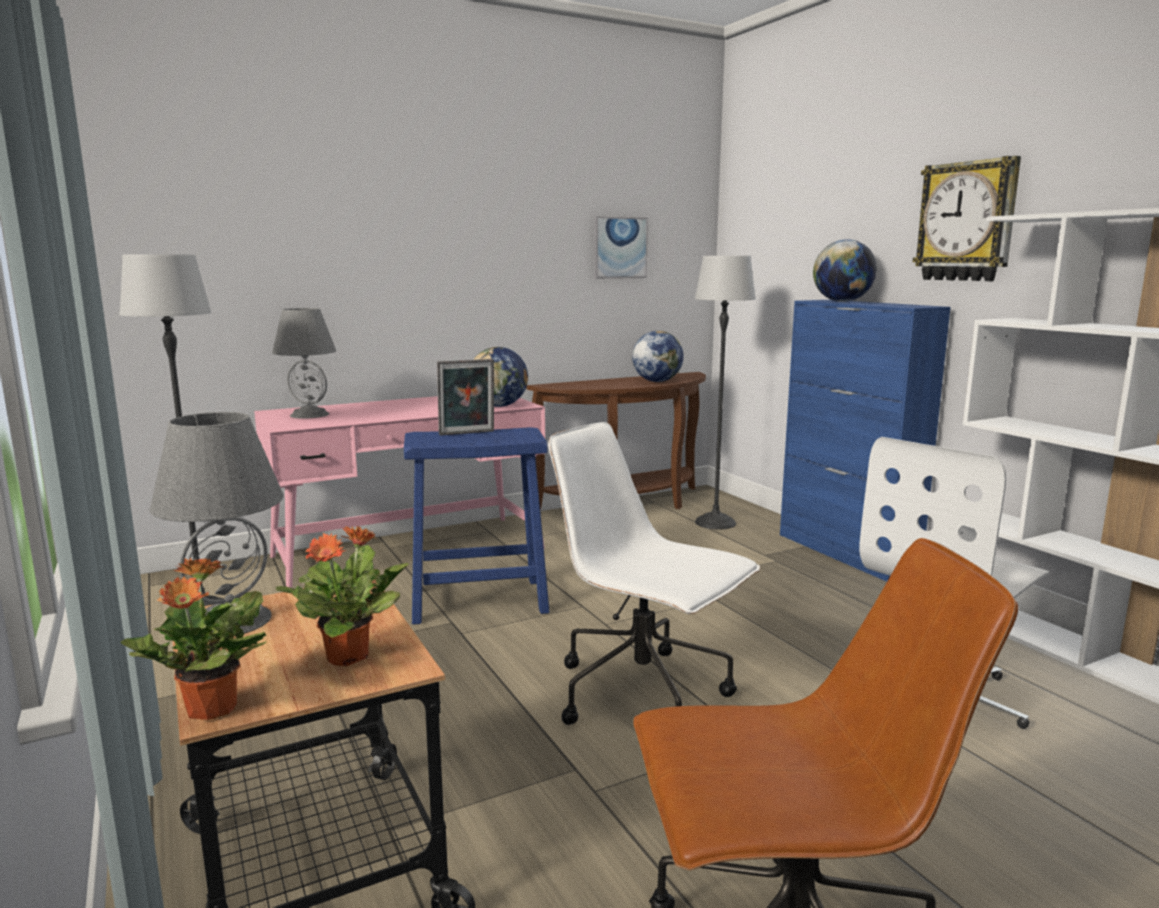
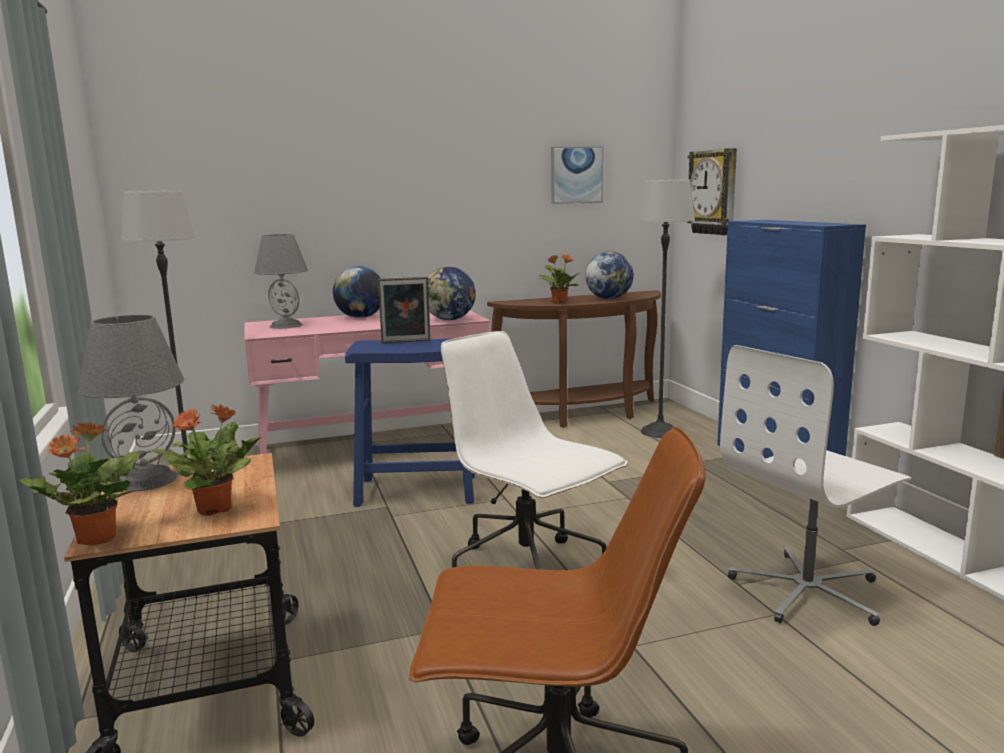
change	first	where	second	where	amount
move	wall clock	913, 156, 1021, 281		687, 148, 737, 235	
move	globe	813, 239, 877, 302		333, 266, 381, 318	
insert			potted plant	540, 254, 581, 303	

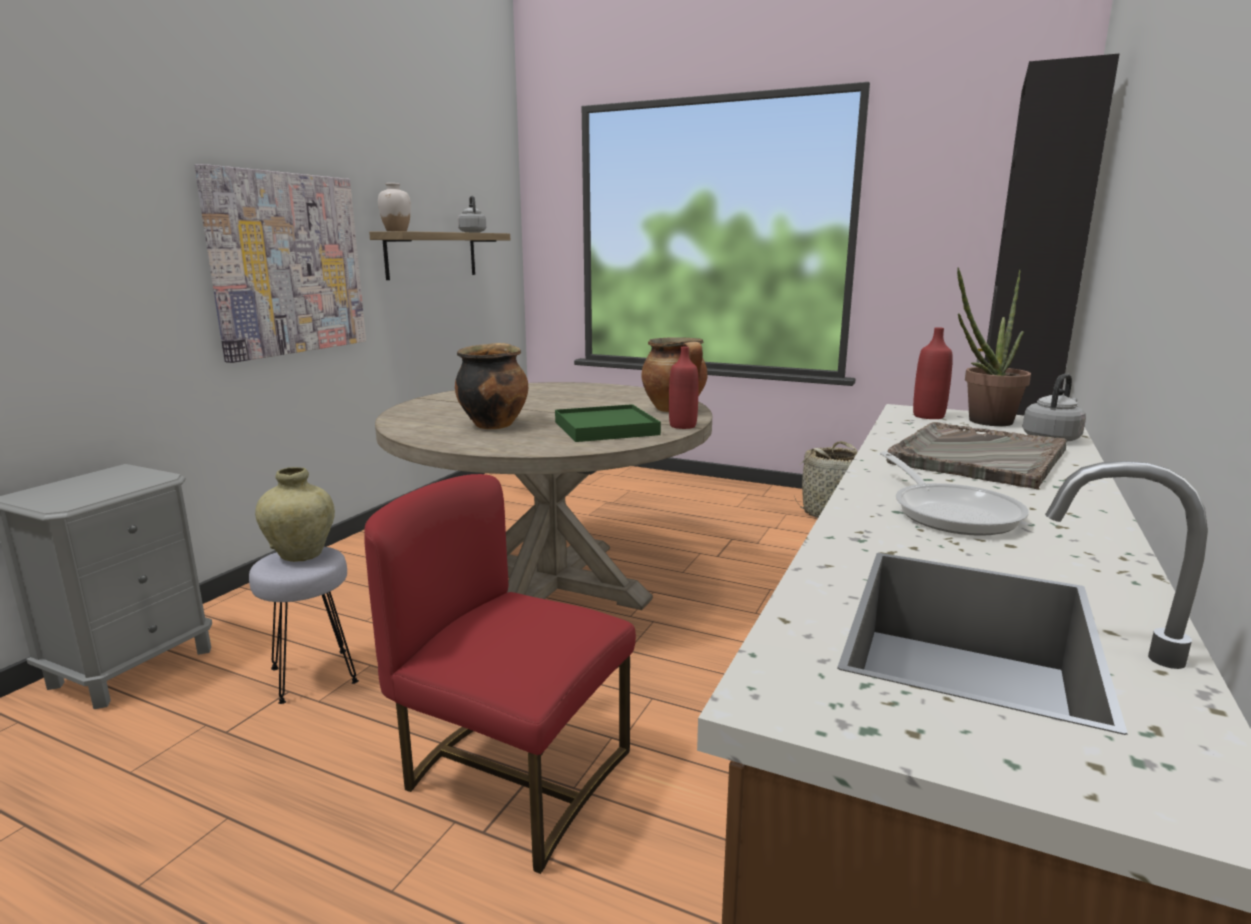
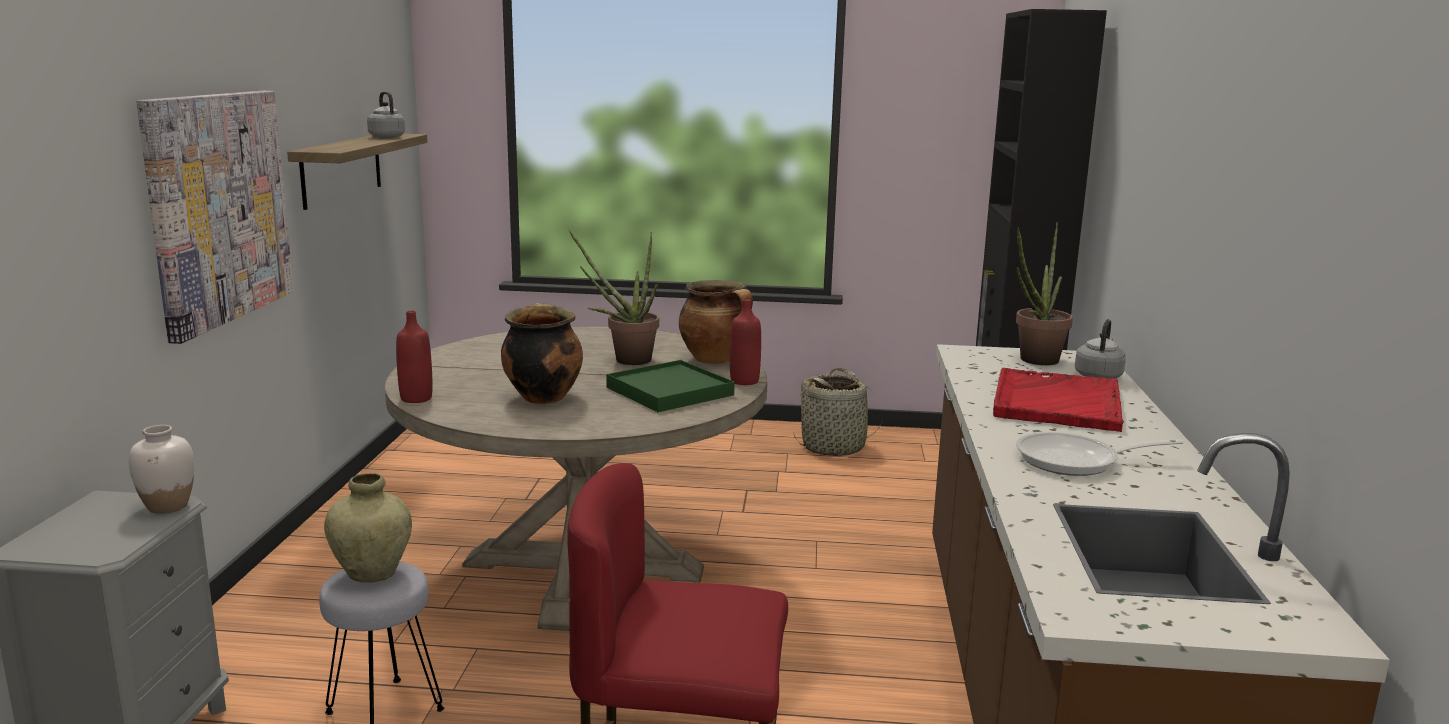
change	first	where	second	where	amount
move	white vase	378, 183, 411, 231		128, 425, 194, 514	
move	red bottle	913, 327, 953, 419		396, 311, 433, 403	
recolor	grey tray	887, 422, 1067, 490	red tray	993, 368, 1124, 432	
rotate	frying pan	880, 451, 1029, 536		1016, 432, 1183, 476	120 degrees clockwise
insert			potted plant	568, 229, 659, 365	

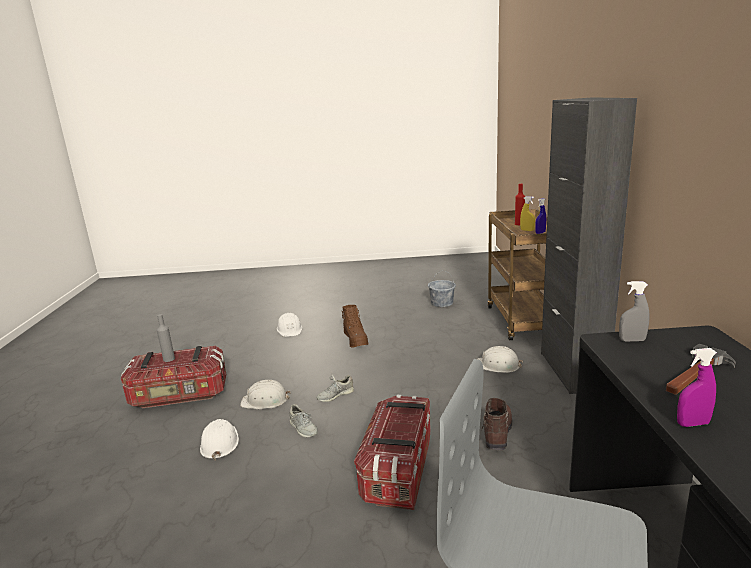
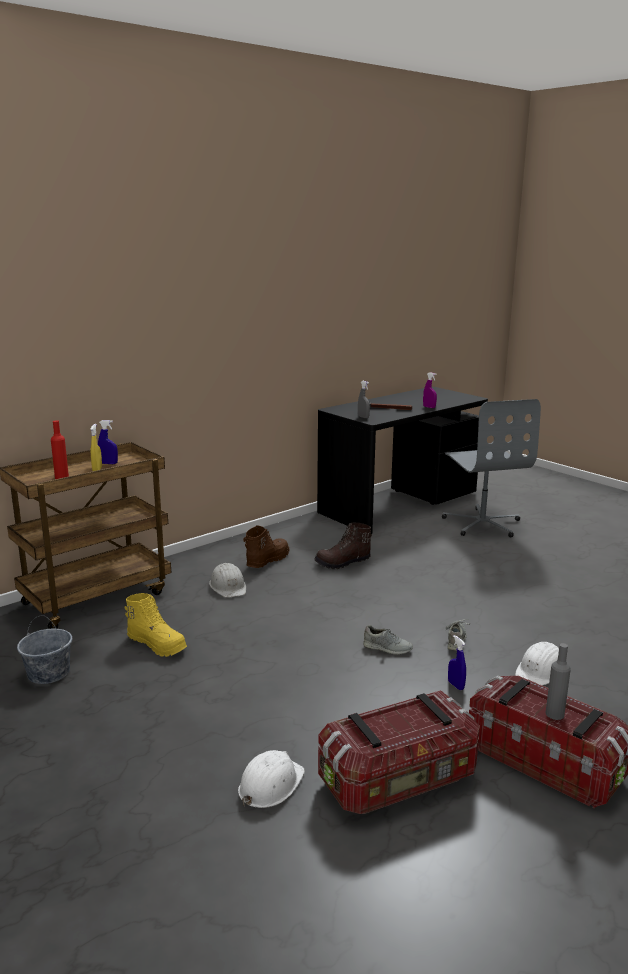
change	first	where	second	where	amount
delete	black cabinet	541, 97, 637, 394			
move	brown boot	342, 305, 369, 348		243, 525, 290, 568	
replace	white hard hat	240, 380, 290, 409	blue spray bottle	448, 635, 466, 690	
move	storage box	354, 395, 431, 510		318, 690, 480, 814	
insert			yellow boot	125, 593, 187, 657	

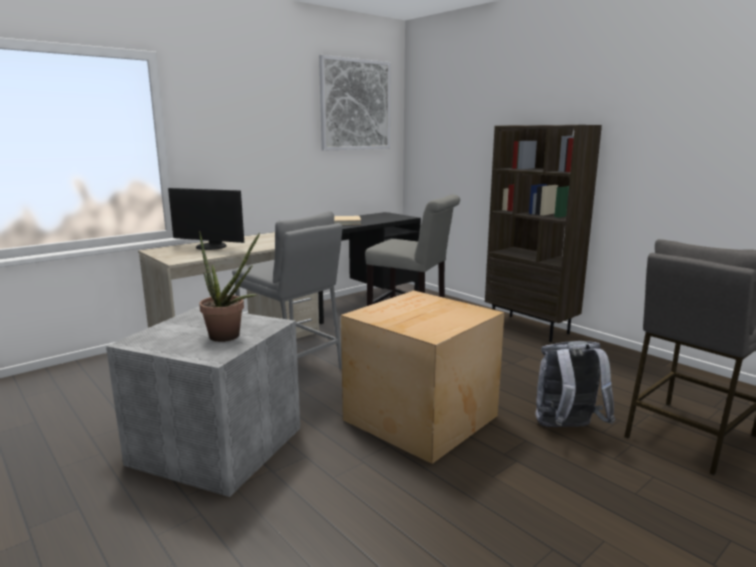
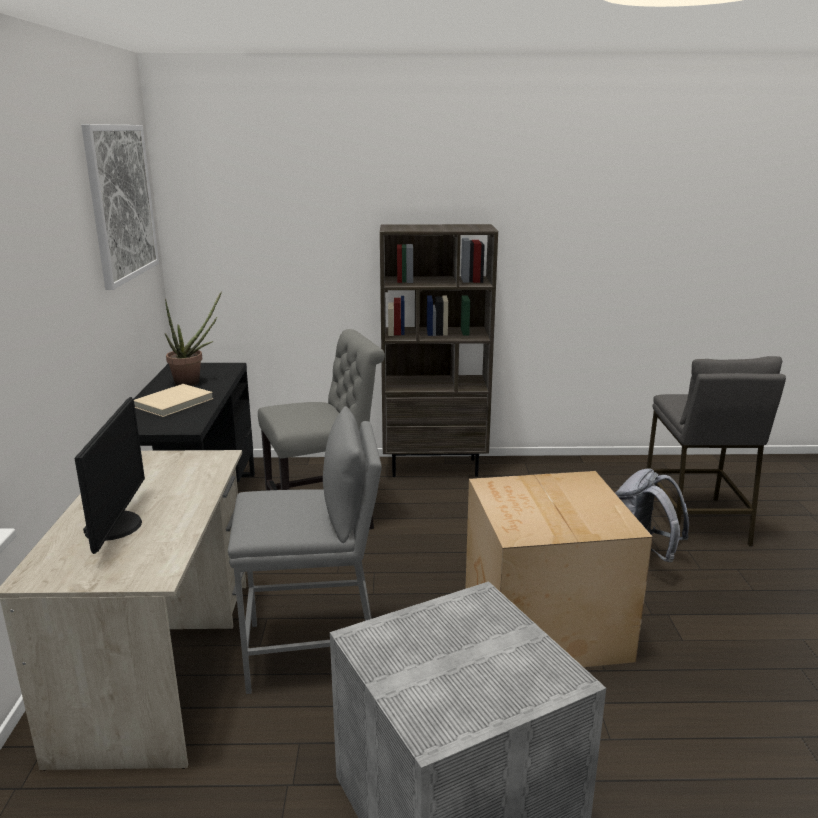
change	first	where	second	where	amount
rotate	monitor	168, 188, 244, 250		75, 397, 145, 554	60 degrees counterclockwise
move	potted plant	199, 231, 260, 342		164, 291, 222, 386	

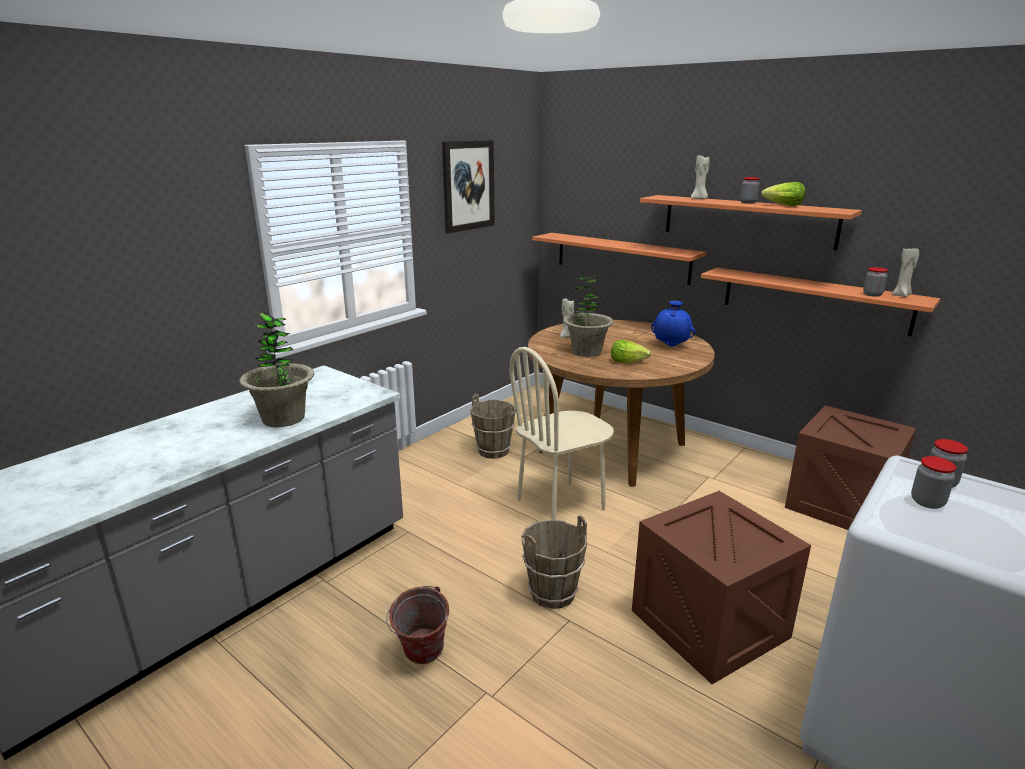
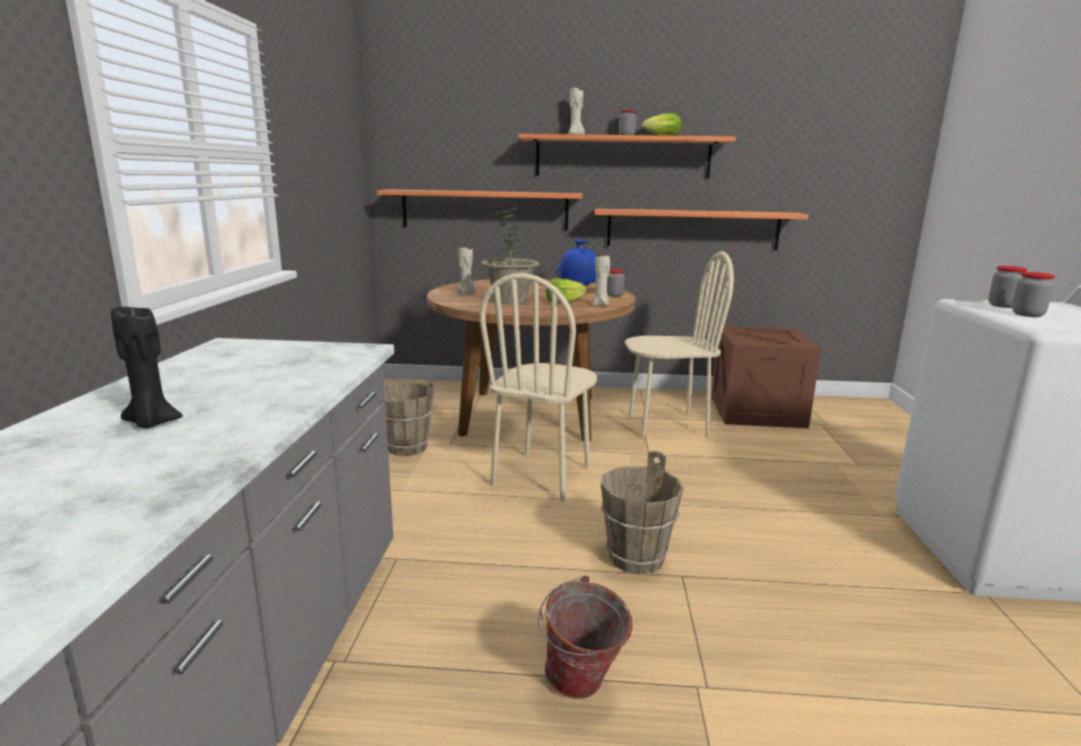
change	first	where	second	where	amount
delete	picture	442, 140, 495, 234			
move	beige candle	892, 248, 919, 297		593, 255, 610, 306	
move	jar	863, 267, 888, 297		607, 269, 624, 297	
delete	potted plant	239, 312, 314, 427			
delete	crate	632, 491, 811, 684			
insert			beige chair	625, 252, 734, 438	
insert			black candle	111, 303, 183, 428	

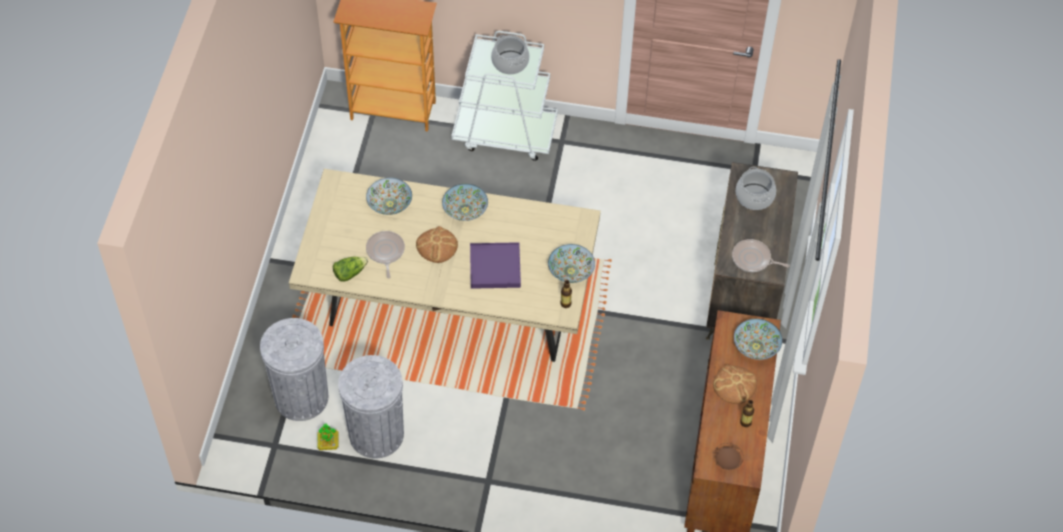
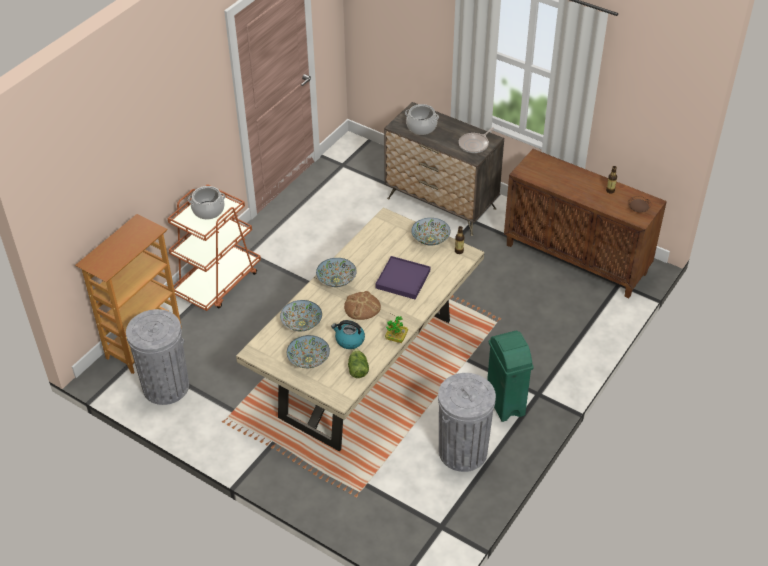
change	first	where	second	where	amount
recolor	white cart	451, 31, 558, 161	orange cart	167, 184, 261, 311	
replace	frying pan	366, 231, 405, 278	kettle	331, 320, 365, 349	
move	grey trash can	260, 318, 328, 421		126, 309, 189, 405	
move	bowl	734, 318, 782, 360		287, 335, 330, 368	
delete	bread	713, 365, 757, 404			
move	potted plant	317, 424, 339, 450		385, 316, 408, 343	
insert			green trash can	487, 331, 534, 422	

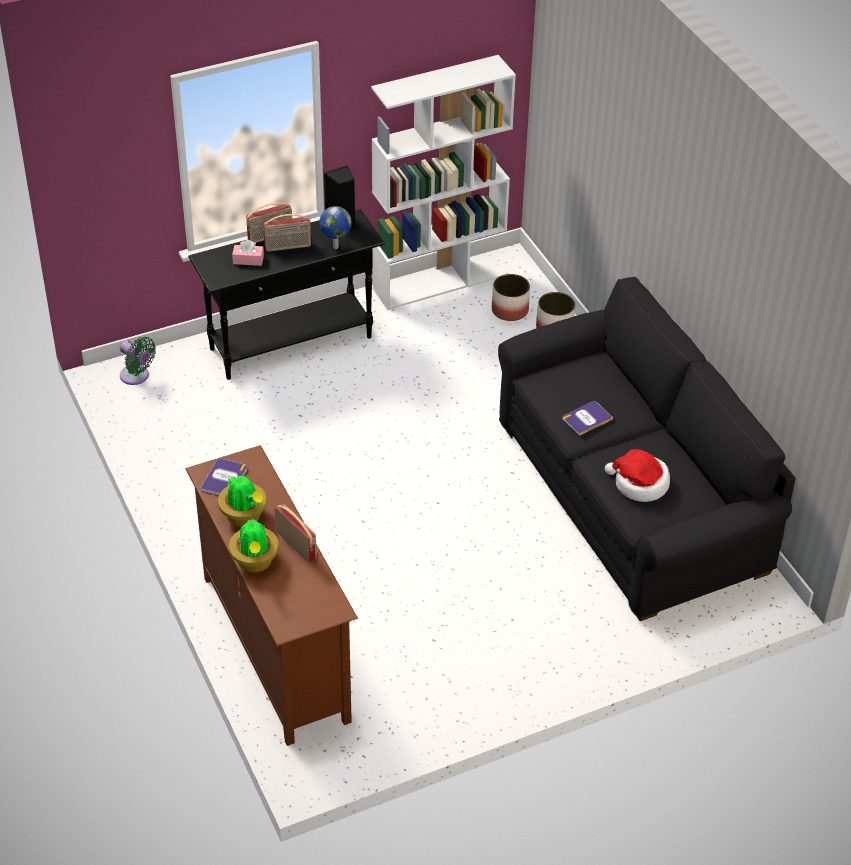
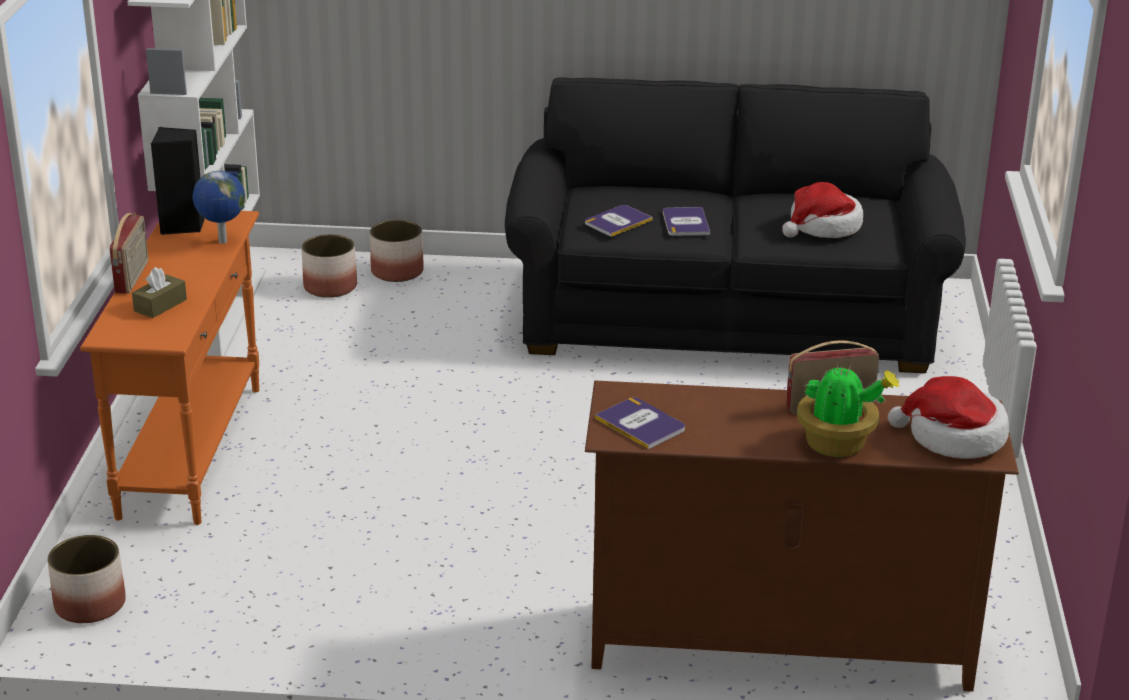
change	first	where	second	where	amount
recolor	black console table	188, 209, 385, 380	orange console table	80, 211, 259, 525	
delete	radio	263, 214, 311, 252			
recolor	pink tissue box	232, 240, 264, 266	brown tissue box	132, 267, 187, 318	
replace	green fan	120, 337, 156, 385	planter	47, 535, 126, 623	
delete	potted plant	218, 475, 267, 527			
insert			book	585, 205, 653, 237	
insert			hat	888, 376, 1009, 459	

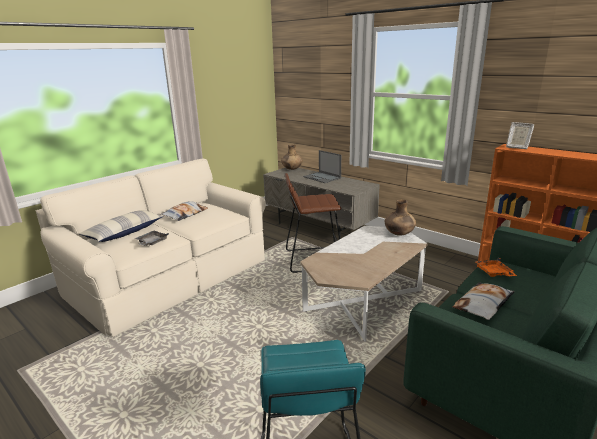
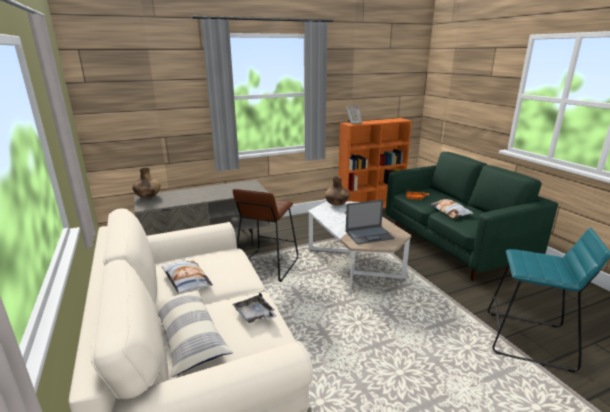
change	first	where	second	where	amount
move	laptop	303, 150, 341, 183		346, 200, 395, 245	

